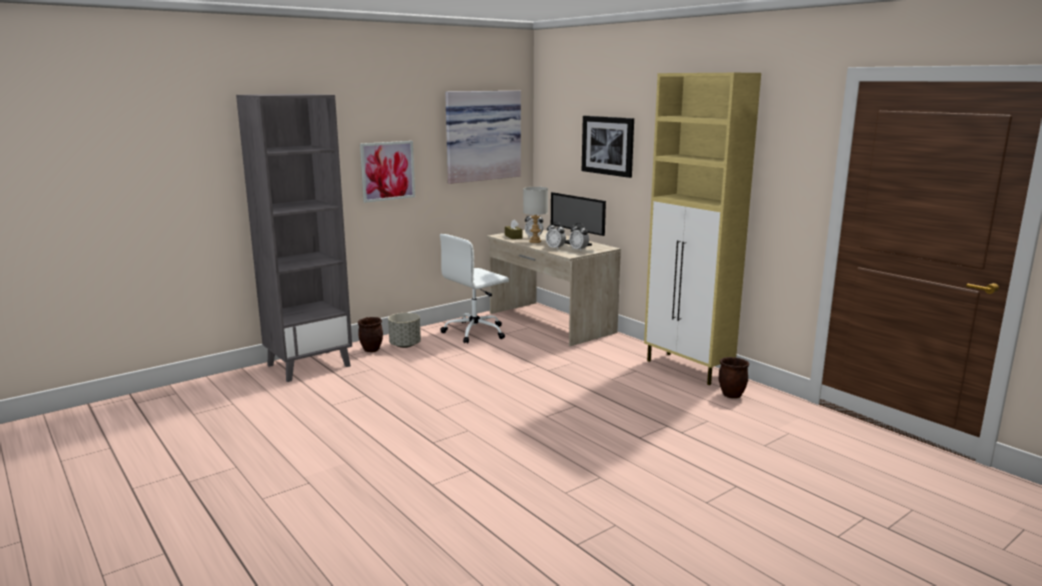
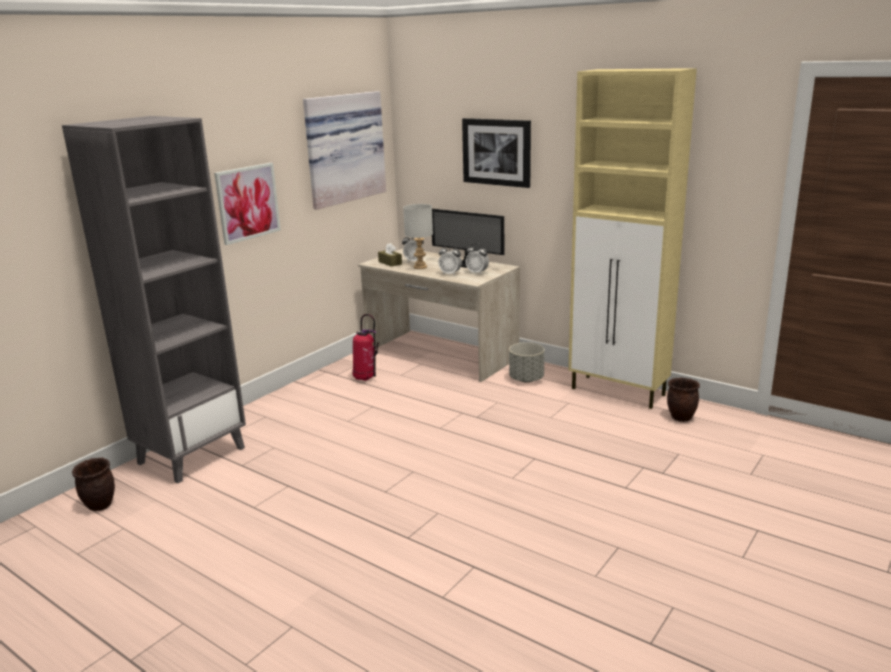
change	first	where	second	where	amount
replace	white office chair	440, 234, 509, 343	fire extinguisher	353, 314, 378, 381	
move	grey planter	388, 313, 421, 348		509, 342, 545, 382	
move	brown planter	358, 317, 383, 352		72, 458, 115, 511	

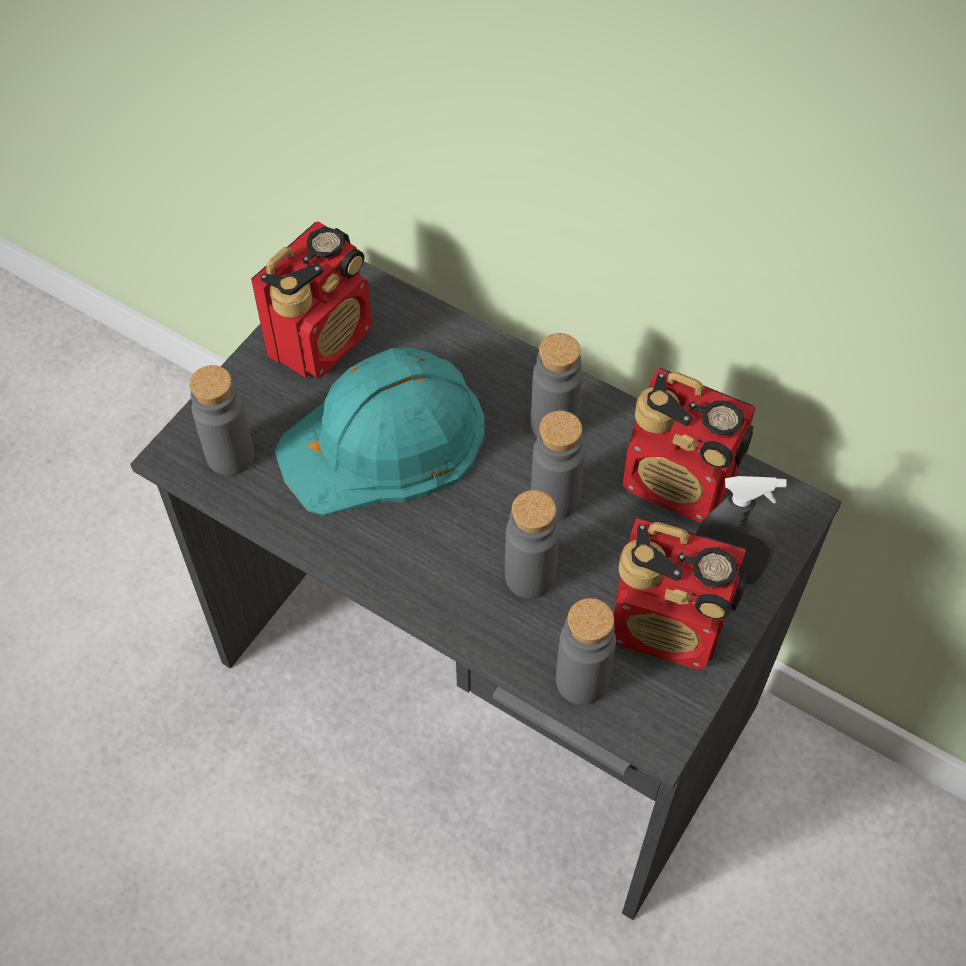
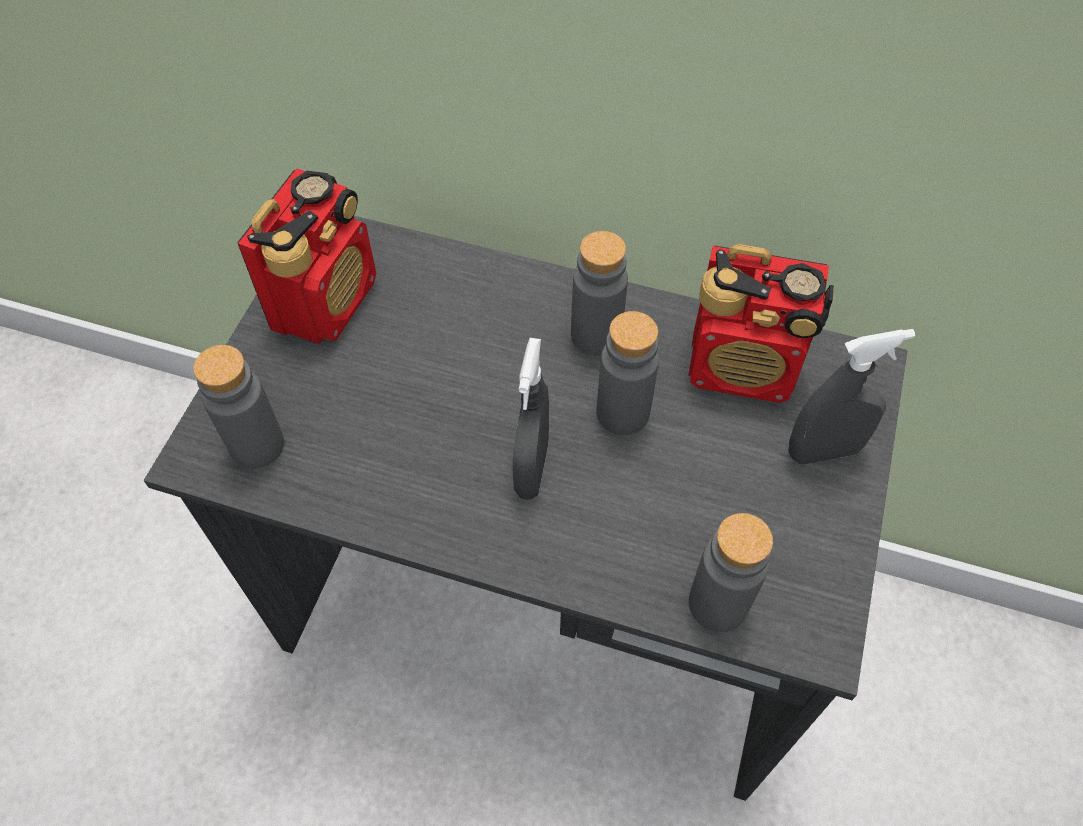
change	first	where	second	where	amount
delete	turquoise hard hat	274, 348, 485, 515			
delete	grey bottle	505, 490, 559, 599			
delete	radio	614, 518, 747, 669			
insert			grey spray bottle	513, 338, 549, 500	

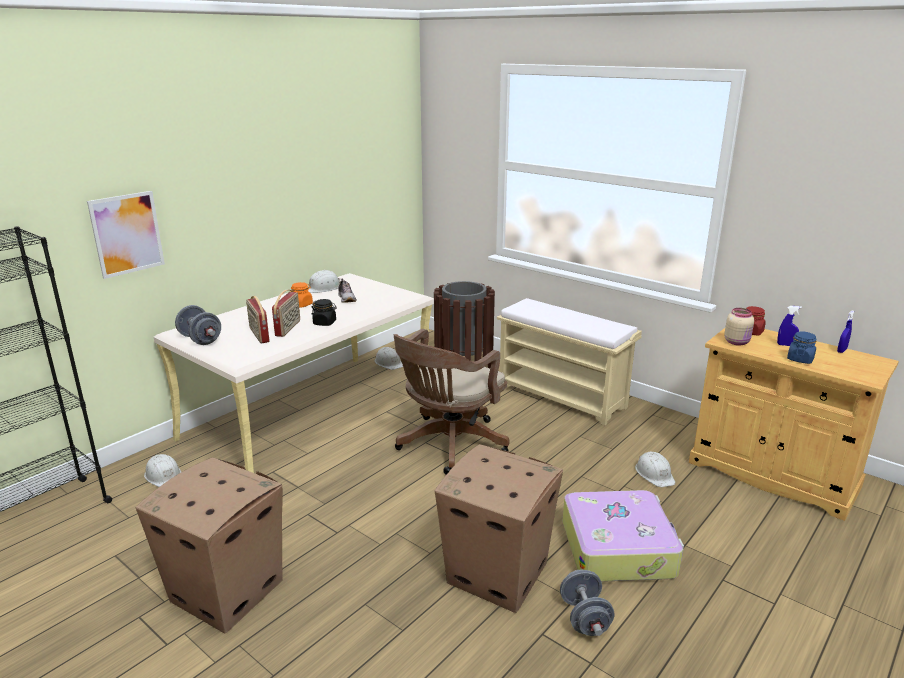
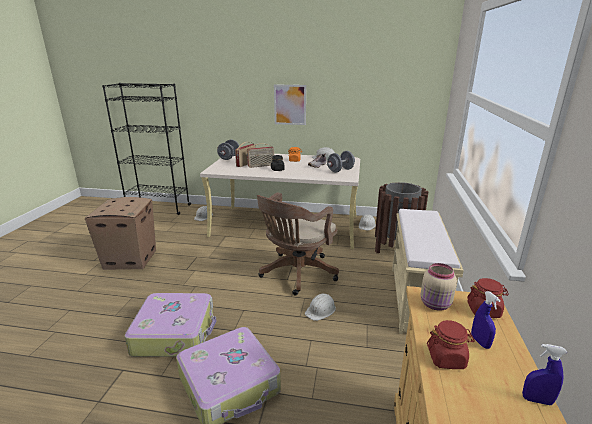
change	first	where	second	where	amount
move	picture	87, 191, 165, 279		274, 84, 306, 125	
rotate	brown office chair	394, 329, 510, 475		257, 192, 339, 296	60 degrees counterclockwise
recolor	blue jar	787, 331, 816, 364	red jar	427, 320, 475, 369	
replace	cardboard box	434, 444, 563, 613	suitcase	125, 293, 216, 357	
move	white hard hat	635, 452, 676, 487		305, 294, 336, 321	
move	grey dumbbell	560, 570, 614, 636		327, 151, 355, 173	

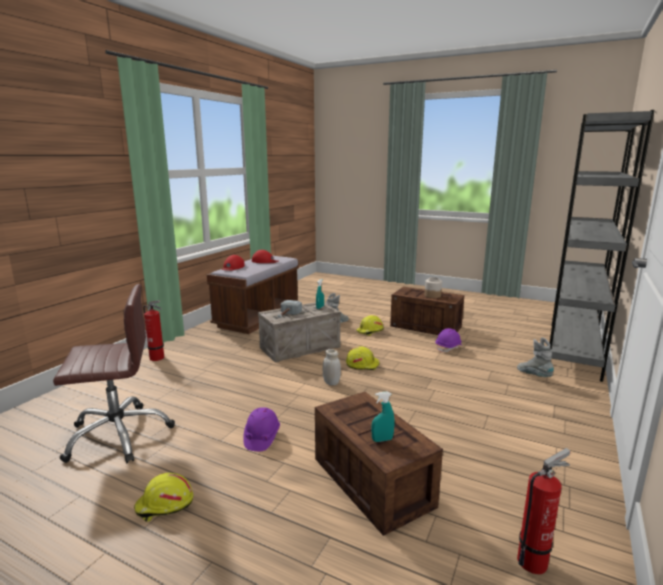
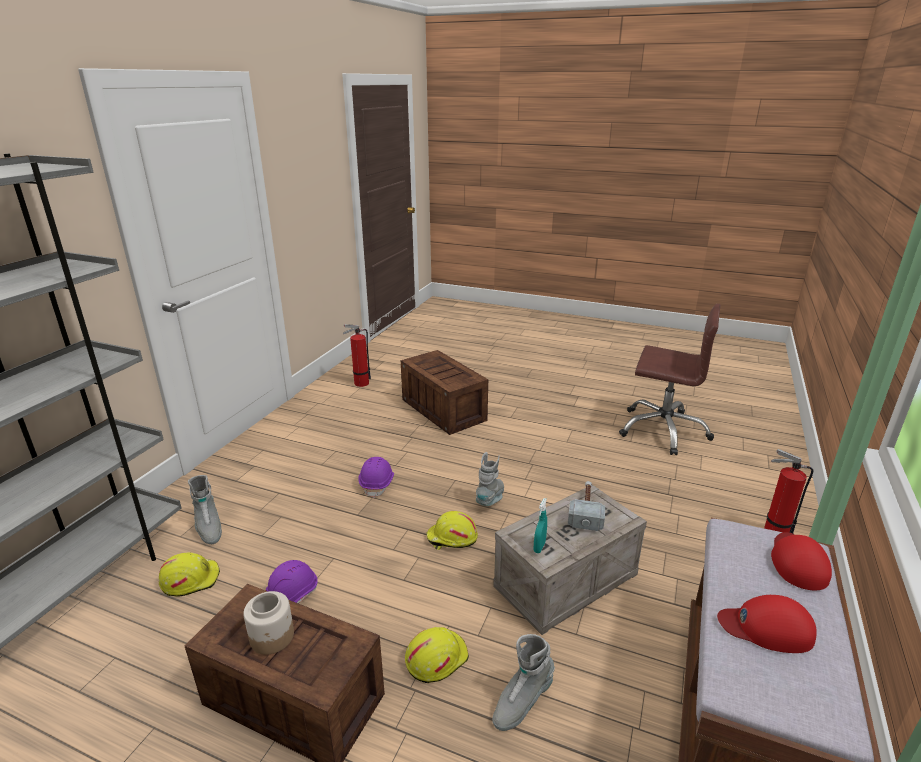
change	first	where	second	where	amount
rotate	brown office chair	53, 284, 175, 463		619, 304, 721, 455	135 degrees counterclockwise
replace	white jar	323, 349, 341, 386	grey boot	476, 452, 504, 506	
delete	turquoise spray bottle	371, 391, 394, 442			
move	purple hard hat	243, 407, 280, 451		358, 457, 394, 498	
move	yellow hard hat	134, 473, 193, 521		159, 553, 220, 597	

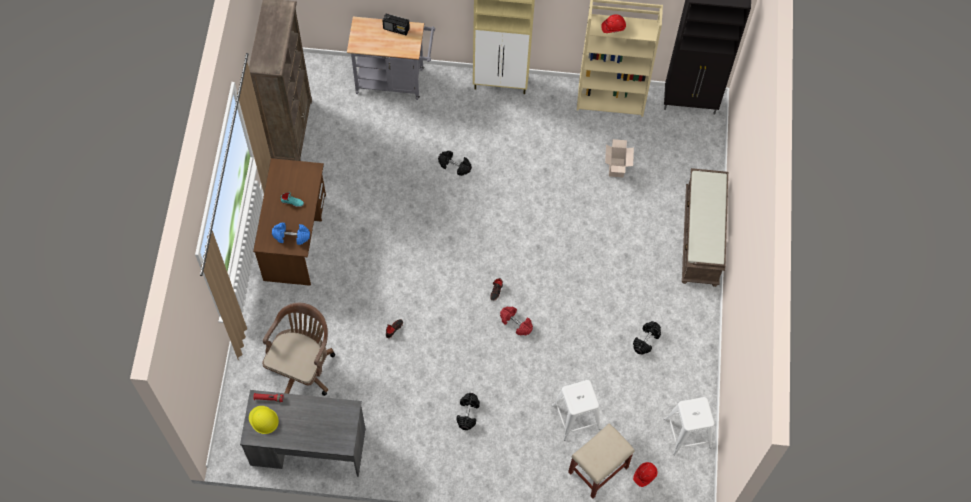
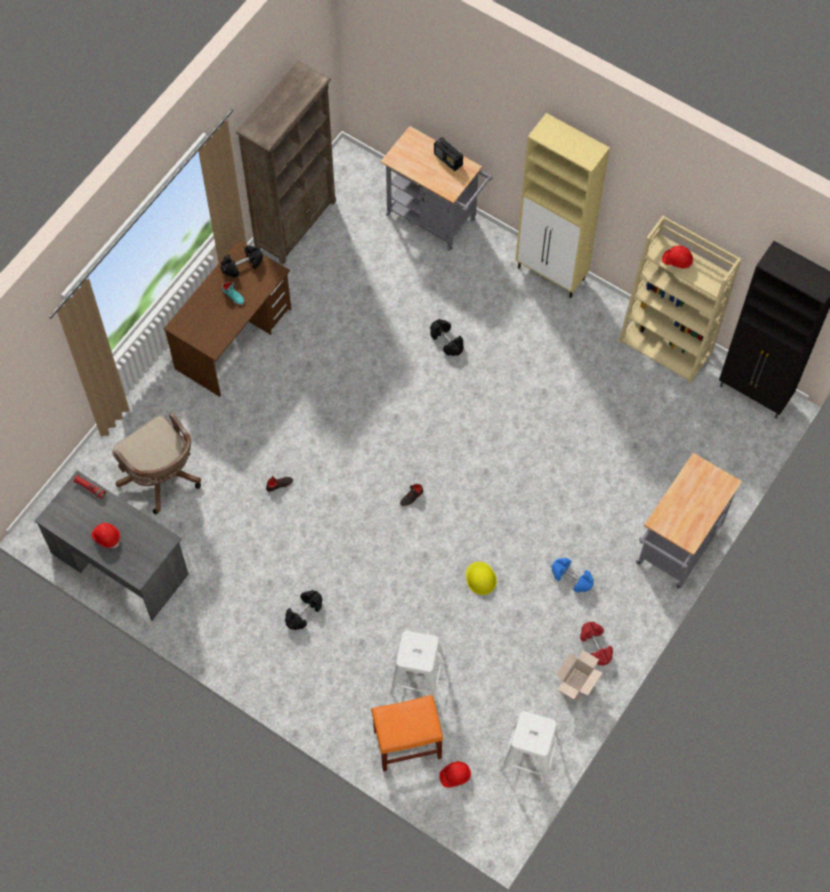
change	first	where	second	where	amount
move	cardboard box	605, 139, 634, 178		556, 650, 602, 701	
replace	brown bench	682, 168, 728, 287	grey cart	636, 453, 742, 589	
move	blue dumbbell	272, 223, 310, 245		551, 558, 594, 593	
rotate	brown office chair	262, 303, 335, 396		112, 412, 201, 514	90 degrees clockwise
move	red dumbbell	500, 306, 533, 336		580, 621, 613, 666	
move	black dumbbell	633, 321, 661, 355		220, 245, 263, 278	
move	yellow hard hat	249, 406, 279, 434		466, 562, 497, 595	
recolor	beige stool	568, 423, 635, 499	orange stool	371, 695, 443, 772	
insert			red hard hat	91, 523, 120, 548	

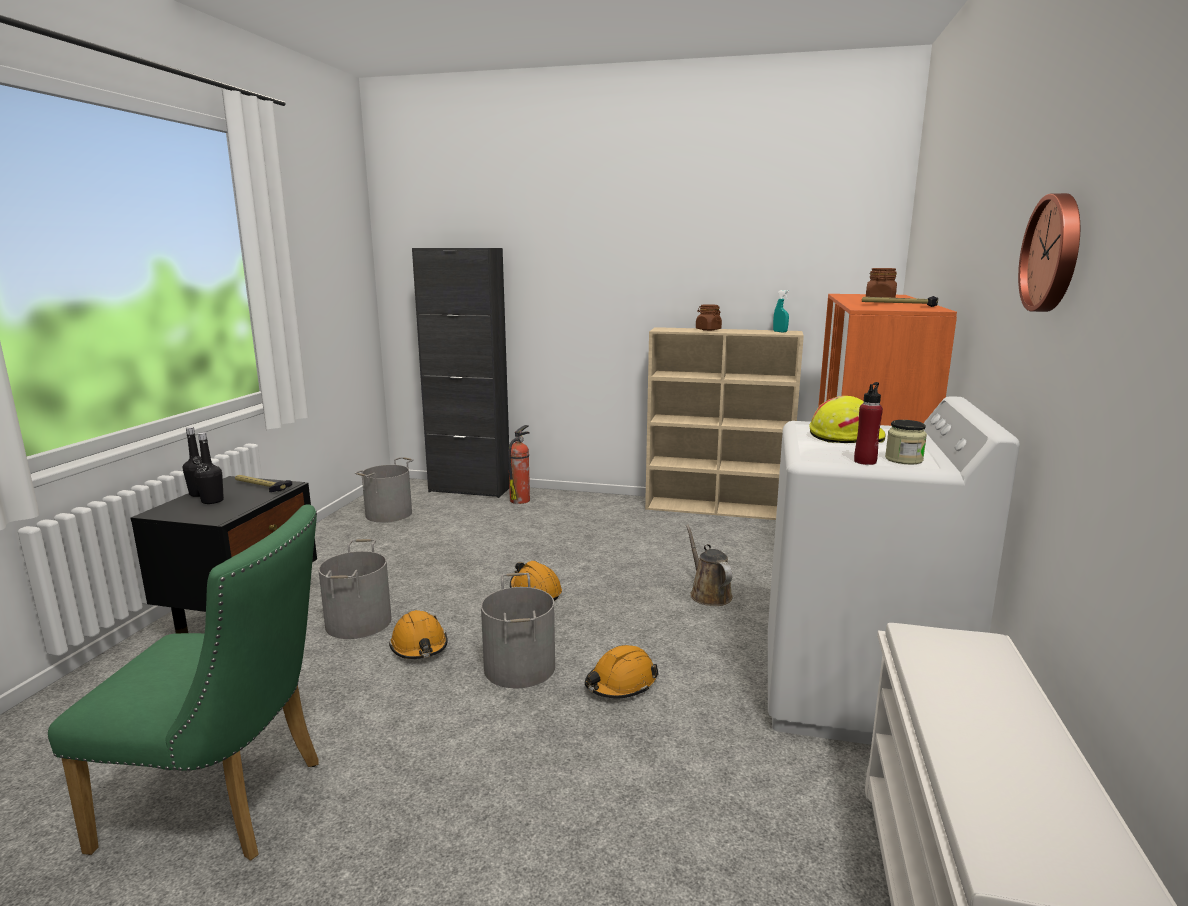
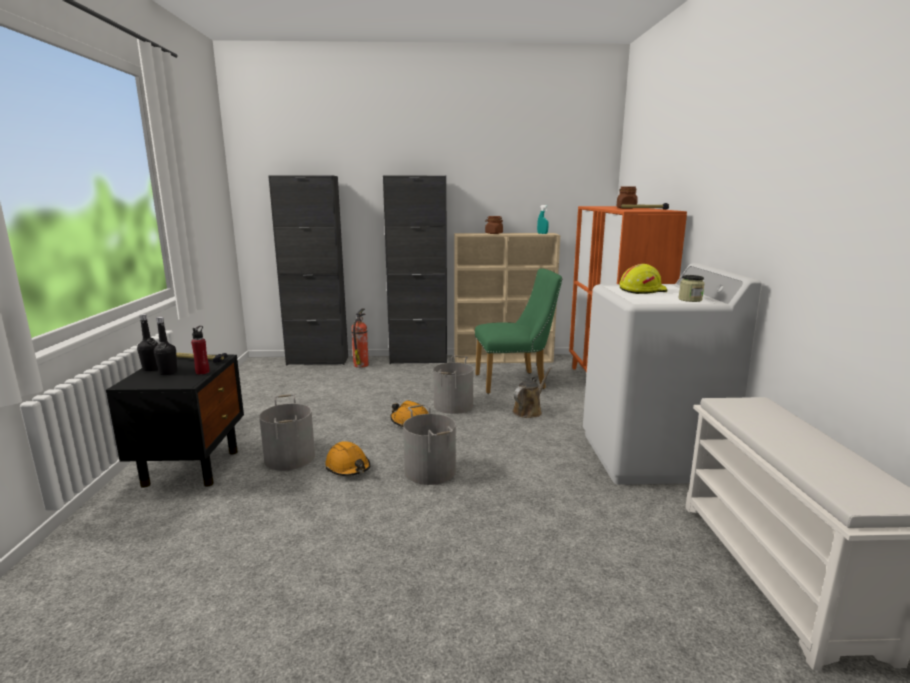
change	first	where	second	where	amount
delete	wall clock	1018, 193, 1080, 312			
move	red bottle	854, 382, 883, 465		191, 326, 210, 375	
move	grey bucket	355, 457, 414, 522		433, 356, 473, 414	
move	green chair	48, 504, 319, 861		475, 268, 562, 394	
rotate	brown watering can	686, 524, 732, 606		512, 367, 552, 418	75 degrees clockwise
delete	orange hard hat	585, 645, 658, 699			
insert			black cabinet	383, 176, 447, 364	

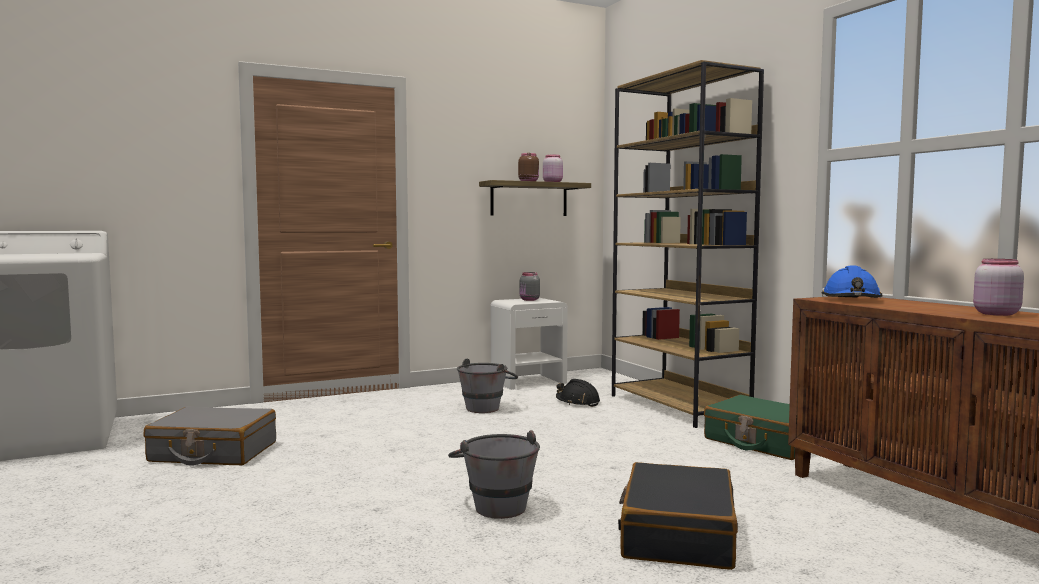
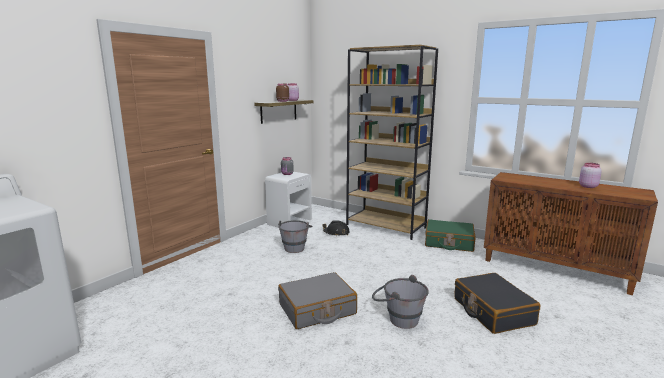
change	first	where	second	where	amount
delete	blue hard hat	822, 266, 882, 298			
move	grey suitcase	143, 406, 276, 465		278, 272, 357, 329	

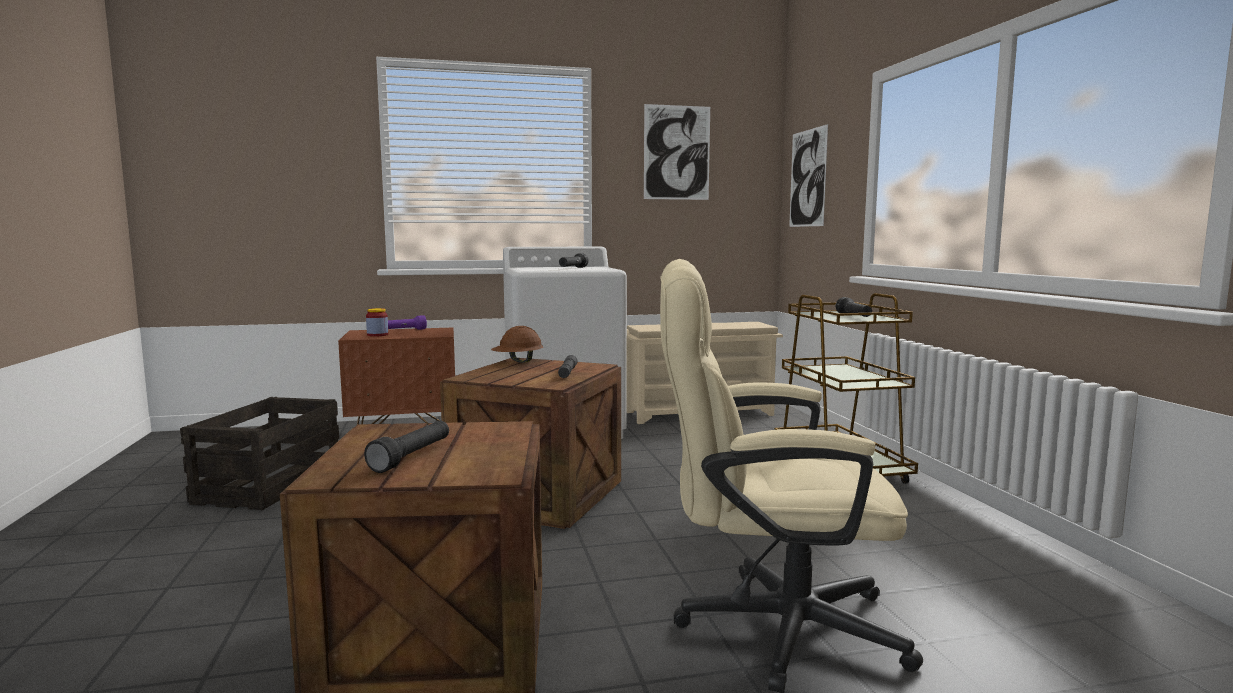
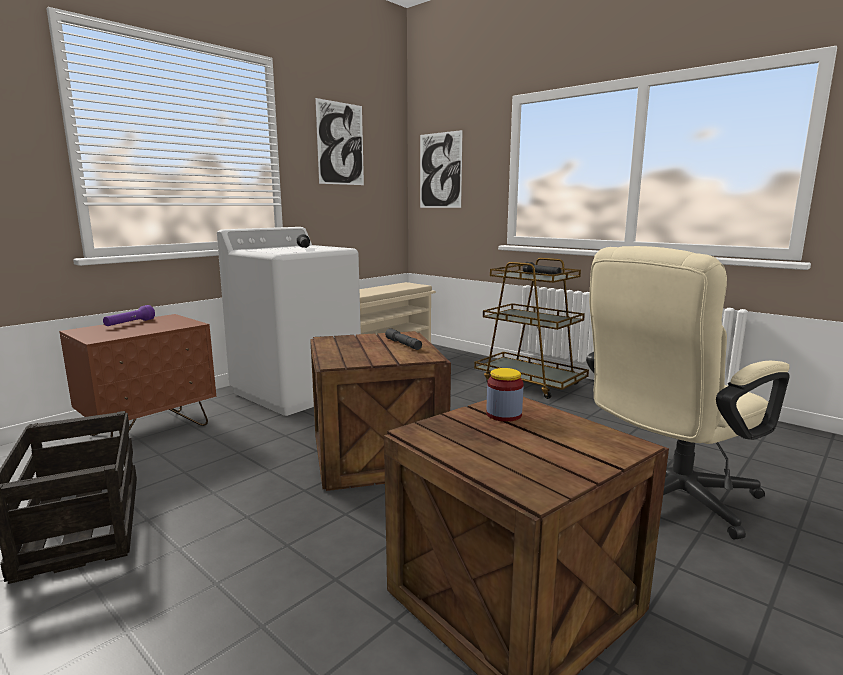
change	first	where	second	where	amount
move	jar	366, 308, 388, 337		486, 368, 523, 422	
delete	brown hard hat	491, 326, 543, 363			
delete	black flashlight	364, 421, 449, 473			

